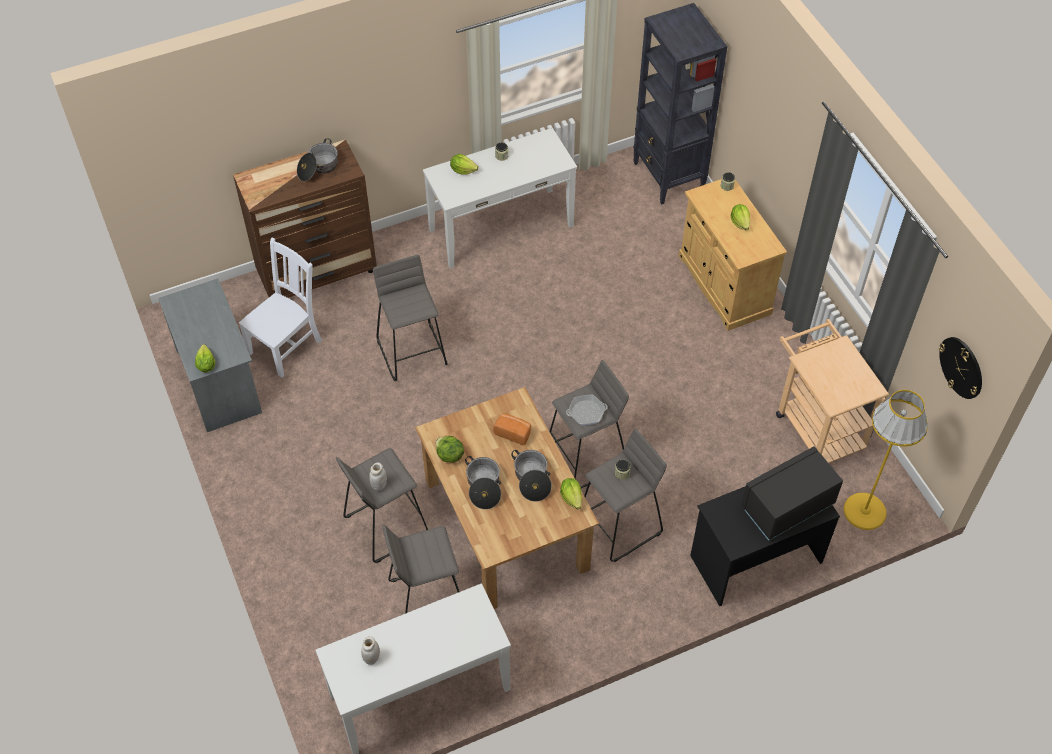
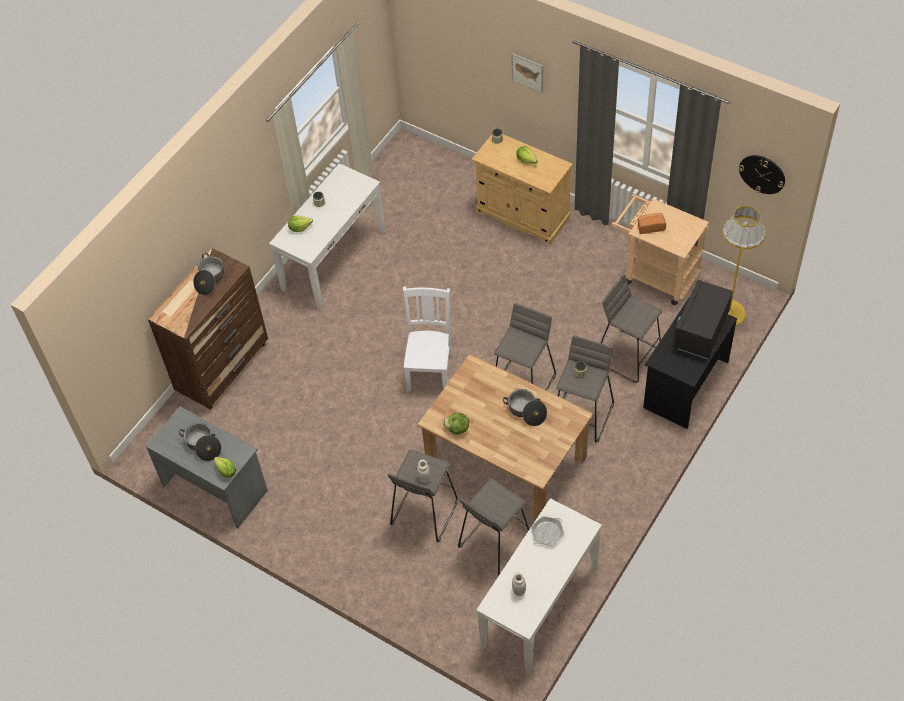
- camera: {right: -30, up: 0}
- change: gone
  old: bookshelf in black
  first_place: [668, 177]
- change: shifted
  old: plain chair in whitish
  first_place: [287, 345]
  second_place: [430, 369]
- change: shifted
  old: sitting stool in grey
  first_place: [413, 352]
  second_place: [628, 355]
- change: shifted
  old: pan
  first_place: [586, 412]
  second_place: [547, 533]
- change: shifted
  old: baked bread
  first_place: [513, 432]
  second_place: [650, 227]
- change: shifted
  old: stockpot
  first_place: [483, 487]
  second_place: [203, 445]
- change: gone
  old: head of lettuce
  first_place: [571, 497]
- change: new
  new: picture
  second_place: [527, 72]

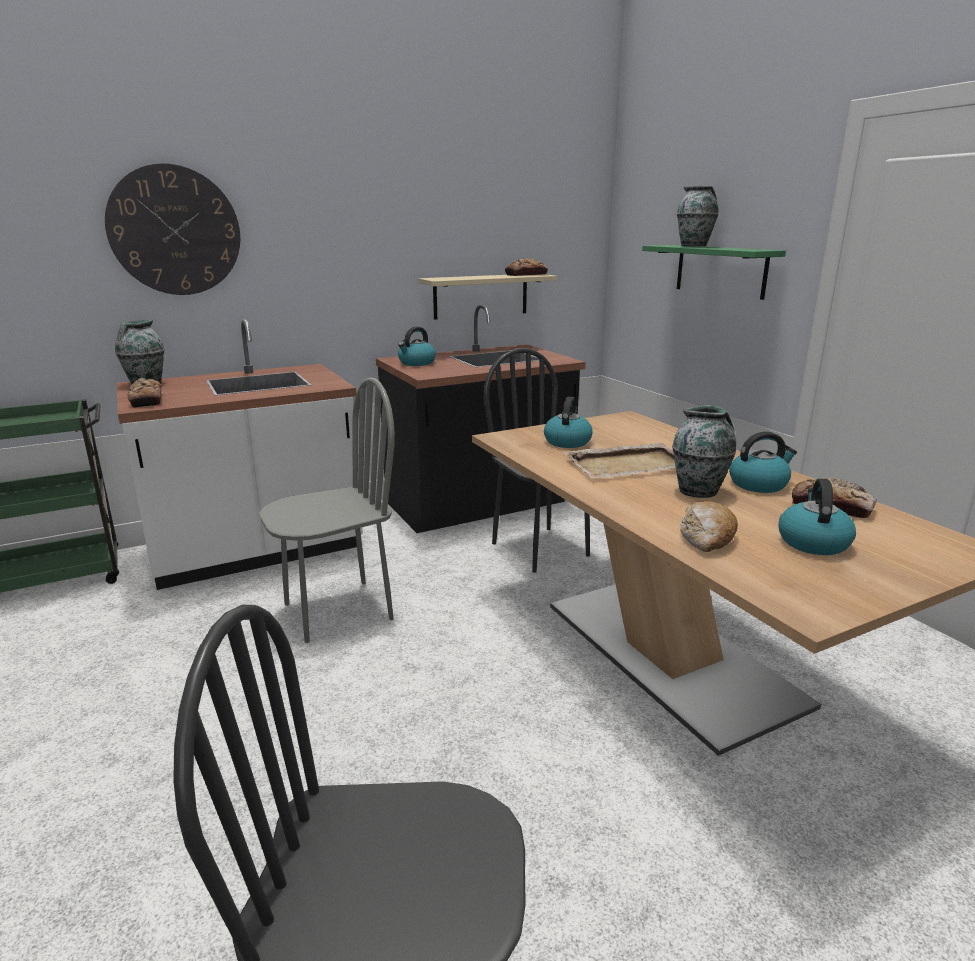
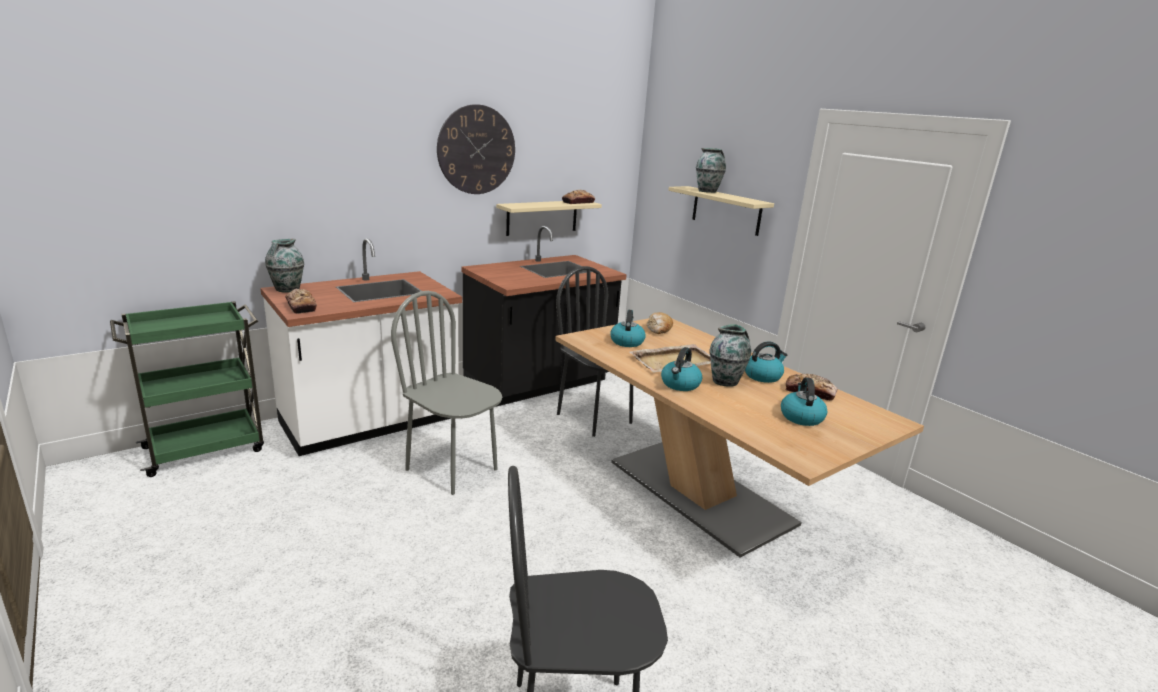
- camera: {right: -10, up: 0}
- change: shifted
  old: clock on the wall
  first_place: [175, 231]
  second_place: [476, 150]
- change: repainted
  old: wall shelf in green-coloured
  new: wall shelf in beige
  first_place: [720, 270]
  second_place: [726, 210]
- change: shifted
  old: tea kettle
  first_place: [416, 363]
  second_place: [680, 385]
- change: rotated
  old: plain chair in grey
  first_place: [338, 611]
  second_place: [452, 469]
  degrees: -105
- change: shifted
  old: baked bread
  first_place: [707, 537]
  second_place: [659, 329]

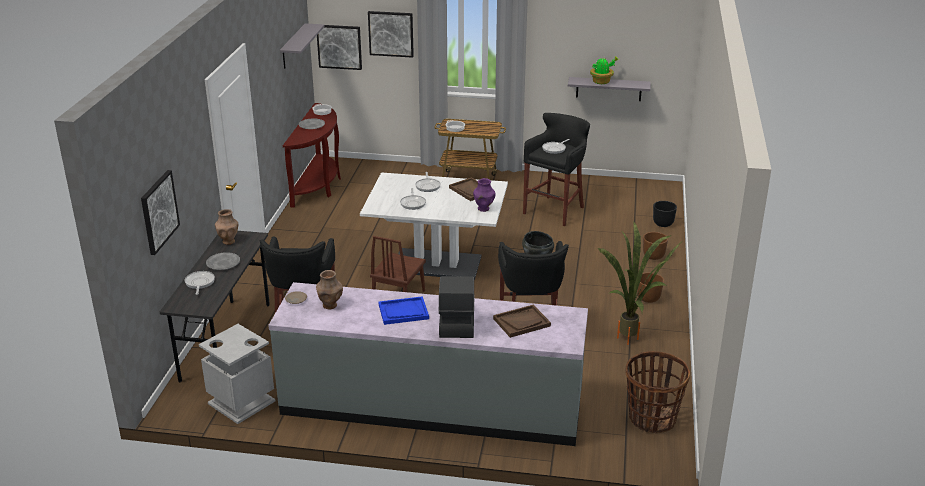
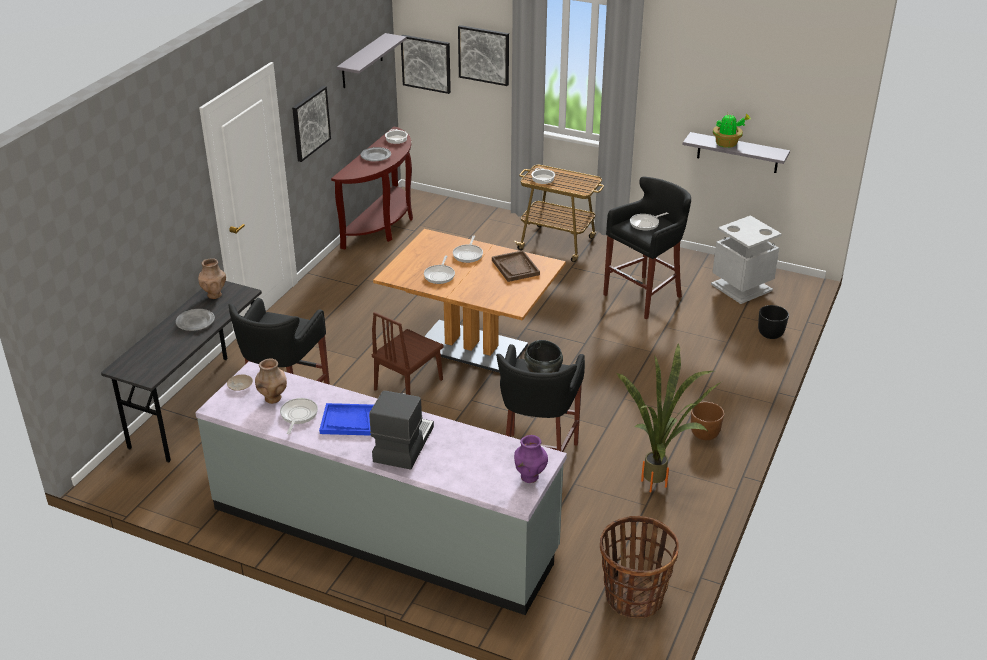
- camera: {right: 15, up: 5}
- change: shifted
  old: picture
  first_place: [159, 211]
  second_place: [310, 123]
- change: repainted
  old: kitchen table in whitish
  new: kitchen table in brownish
  first_place: [436, 264]
  second_place: [471, 347]
- change: shifted
  old: decorative vase in purple
  first_place: [483, 209]
  second_place: [529, 477]
- change: gone
  old: planter in brownish
  first_place: [653, 256]
- change: shifted
  old: pan
  first_place: [199, 283]
  second_place: [298, 415]
- change: gone
  old: tray in brownish
  first_place: [521, 322]
- change: shifted
  old: waste bin in grey
  first_place: [242, 402]
  second_place: [742, 287]

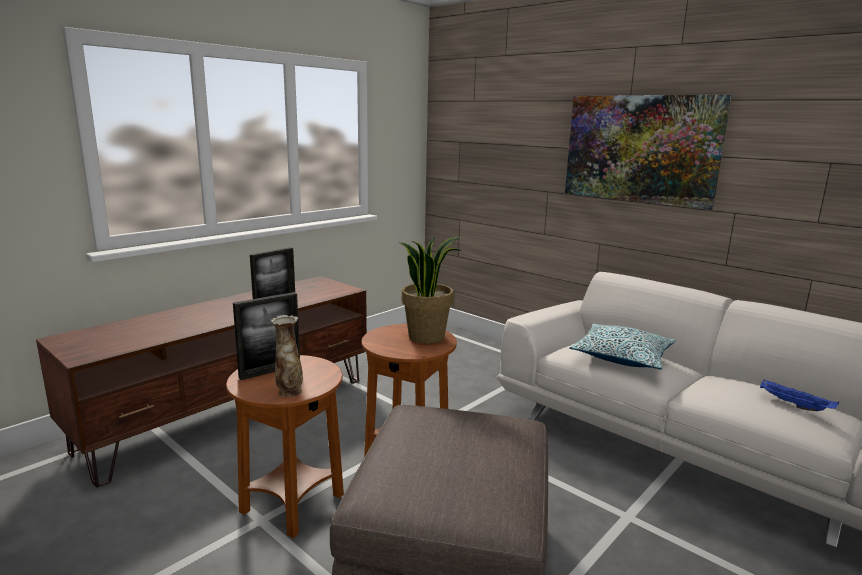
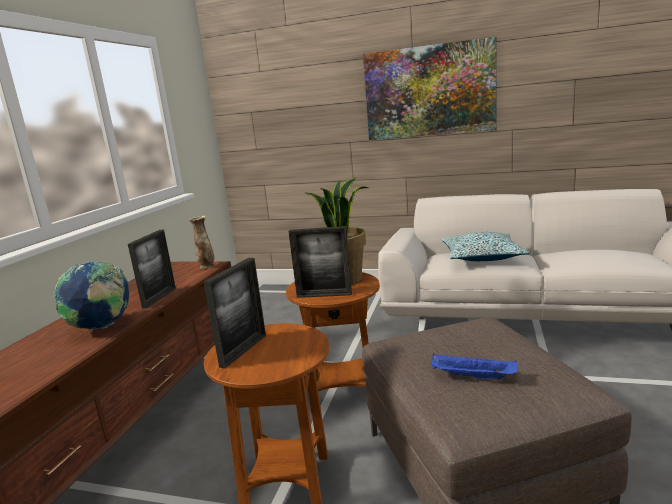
- camera: {right: -25, up: 0}
- change: shifted
  old: decorative vase
  first_place: [289, 392]
  second_place: [206, 266]
- change: shifted
  old: tray in bluish
  first_place: [793, 405]
  second_place: [471, 378]
- change: new
  new: picture frame
  second_place: [324, 295]
- change: new
  new: desk globe
  second_place: [102, 327]

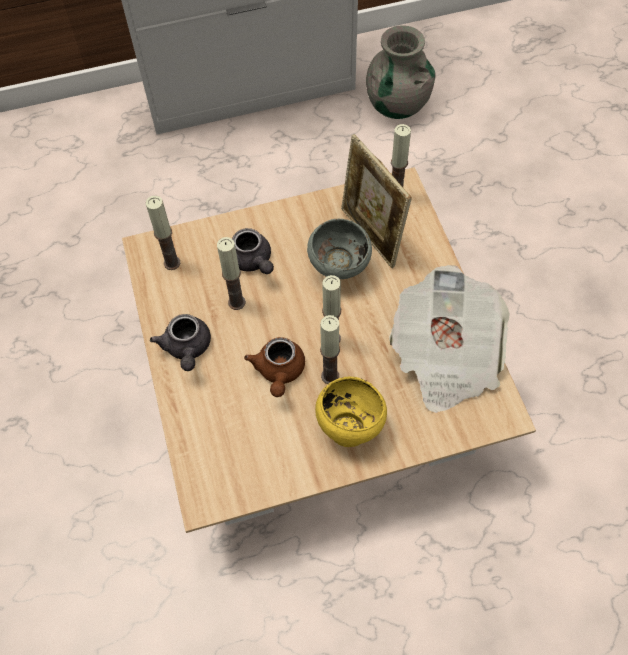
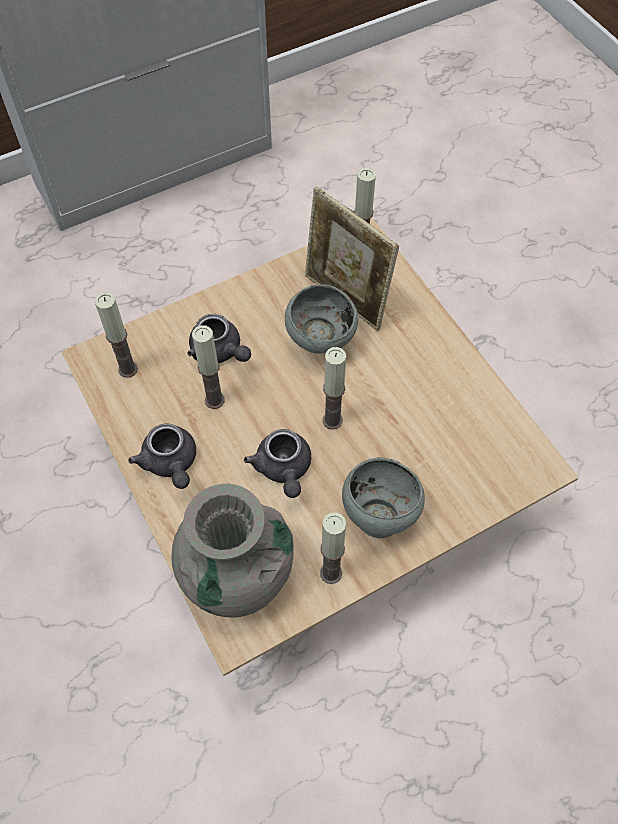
- camera: {right: -15, up: 0}
- change: shifted
  old: decorative vase in grey
  first_place: [397, 105]
  second_place: [236, 575]
- change: gone
  old: printed paper
  first_place: [445, 357]
- change: shifted
  old: wax candle
  first_place: [330, 376]
  second_place: [331, 573]
- change: repainted
  old: teapot in brownish
  new: teapot in grey
  first_place: [279, 372]
  second_place: [283, 469]
- change: repainted
  old: deep dish in yellowish
  new: deep dish in grey
  first_place: [348, 428]
  second_place: [377, 516]

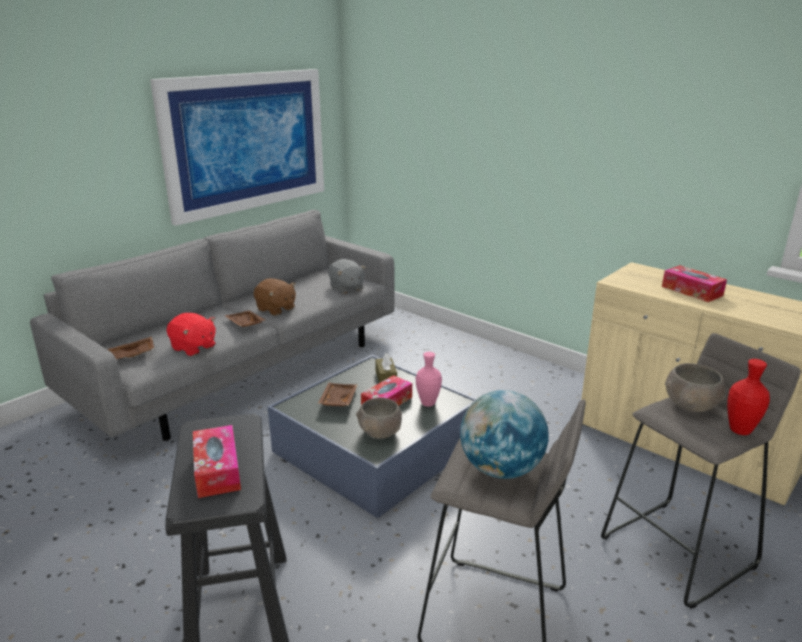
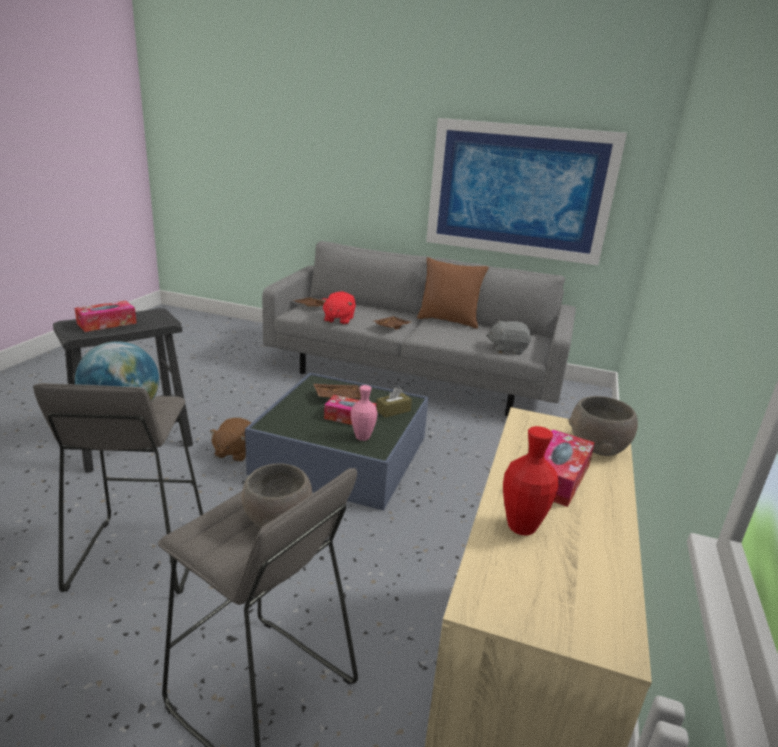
- camera: {right: 65, up: 0}
- change: rotated
  old: plush toy in grey
  first_place: [346, 288]
  second_place: [507, 349]
  degrees: 60
- change: shifted
  old: plush toy in brownish
  first_place: [276, 309]
  second_place: [234, 452]
- change: shifted
  old: decorative vase in reddish
  first_place: [740, 430]
  second_place: [521, 527]
- change: shifted
  old: deep dish in grey
  first_place: [380, 432]
  second_place: [597, 446]
- change: new
  new: cushion in brownish
  second_place: [448, 321]

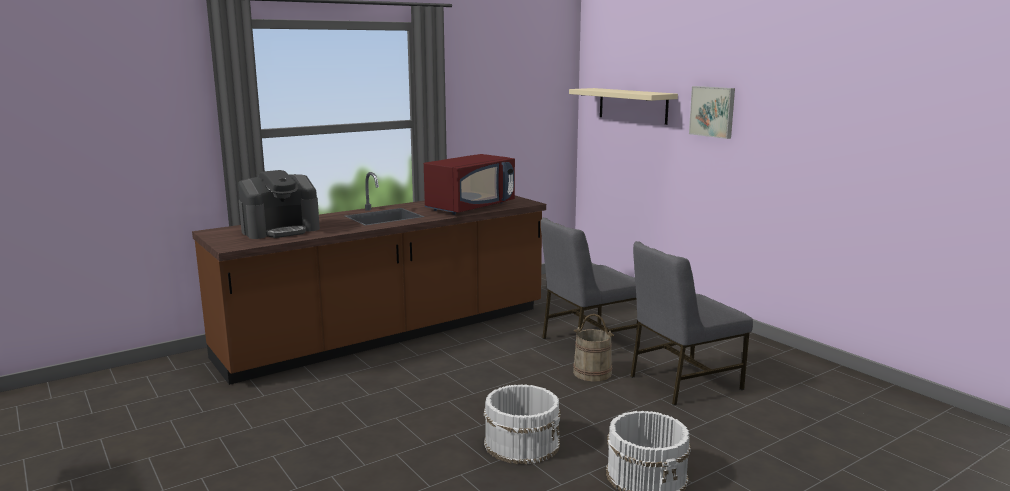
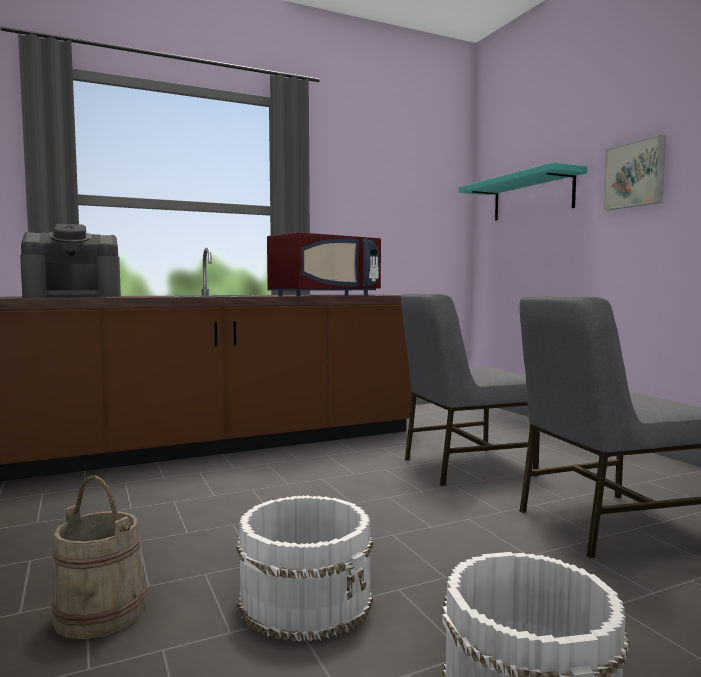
- camera: {right: 10, up: -10}
- change: repainted
  old: wall shelf in beige
  new: wall shelf in turquoise
  first_place: [632, 105]
  second_place: [532, 197]
- change: shifted
  old: bucket in beige
  first_place: [592, 373]
  second_place: [101, 612]

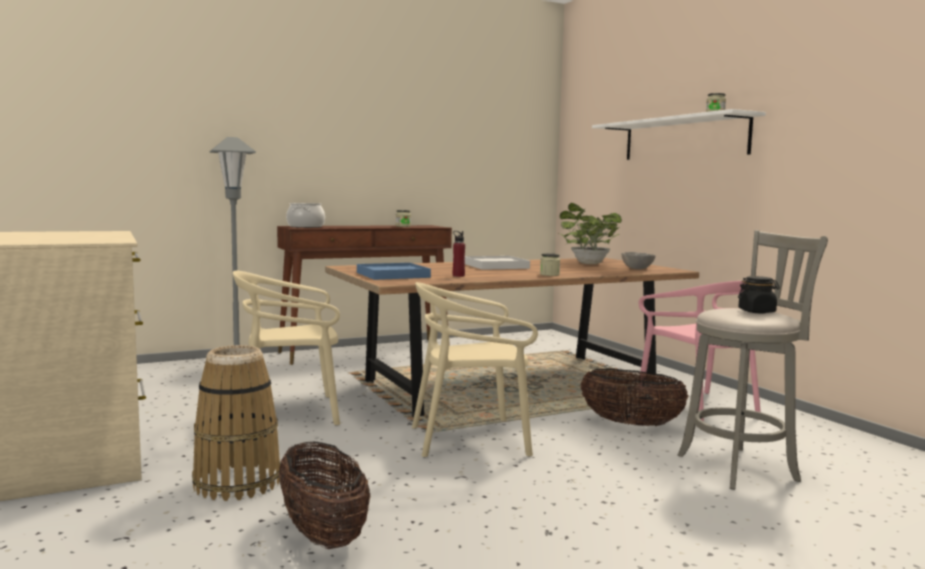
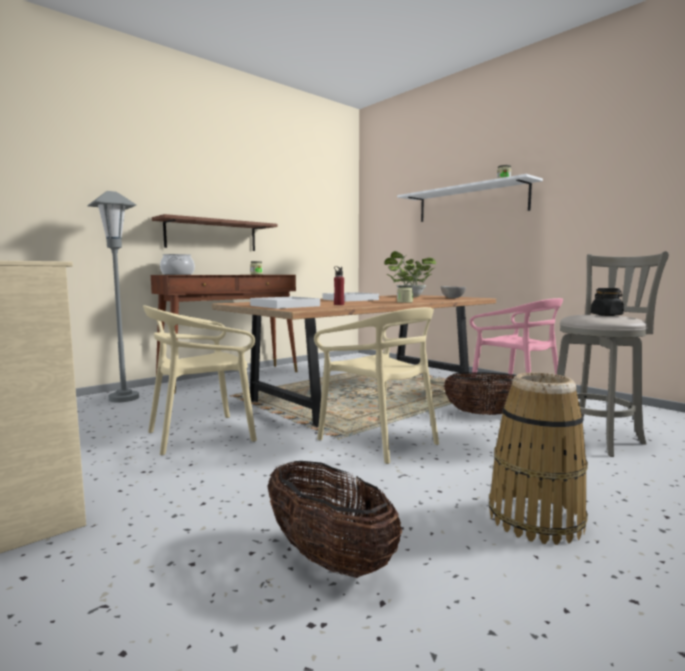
- camera: {right: -15, up: 0}
- change: repainted
  old: tray in bluish
  new: tray in whitish
  first_place: [393, 275]
  second_place: [285, 306]
- change: rotated
  old: plain chair in beige
  first_place: [470, 439]
  second_place: [379, 440]
  degrees: -105
- change: shifted
  old: basket
  first_place: [237, 482]
  second_place: [534, 518]
- change: new
  new: wall shelf in brownish
  second_place: [211, 235]

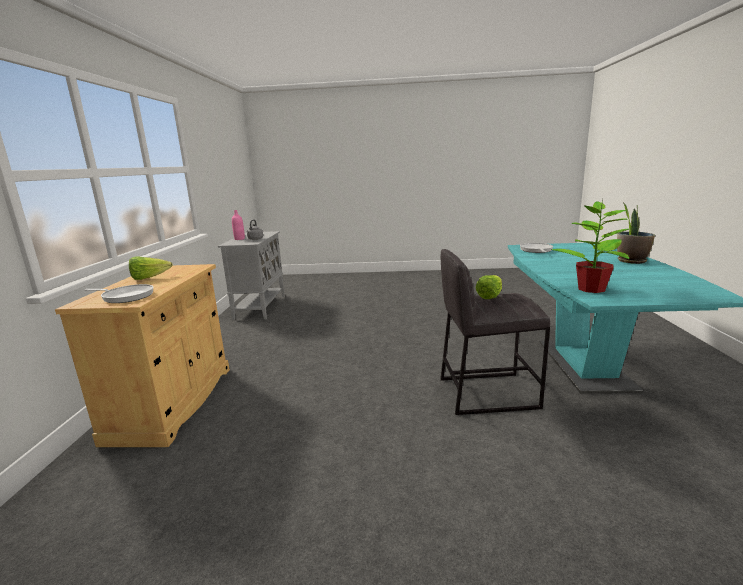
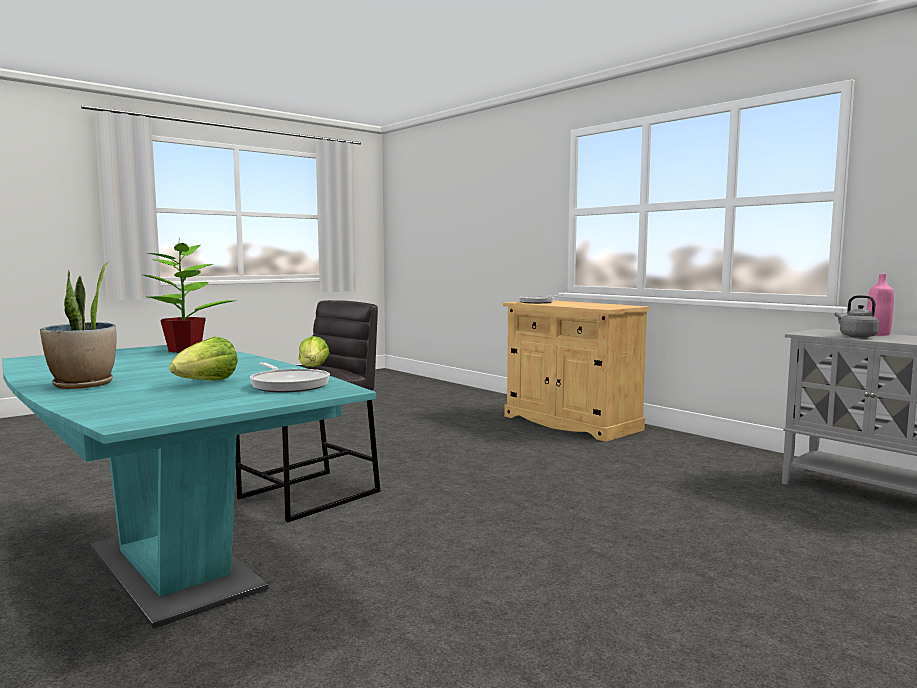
- camera: {right: 135, up: -10}
- change: shifted
  old: head of lettuce
  first_place: [149, 278]
  second_place: [205, 383]

